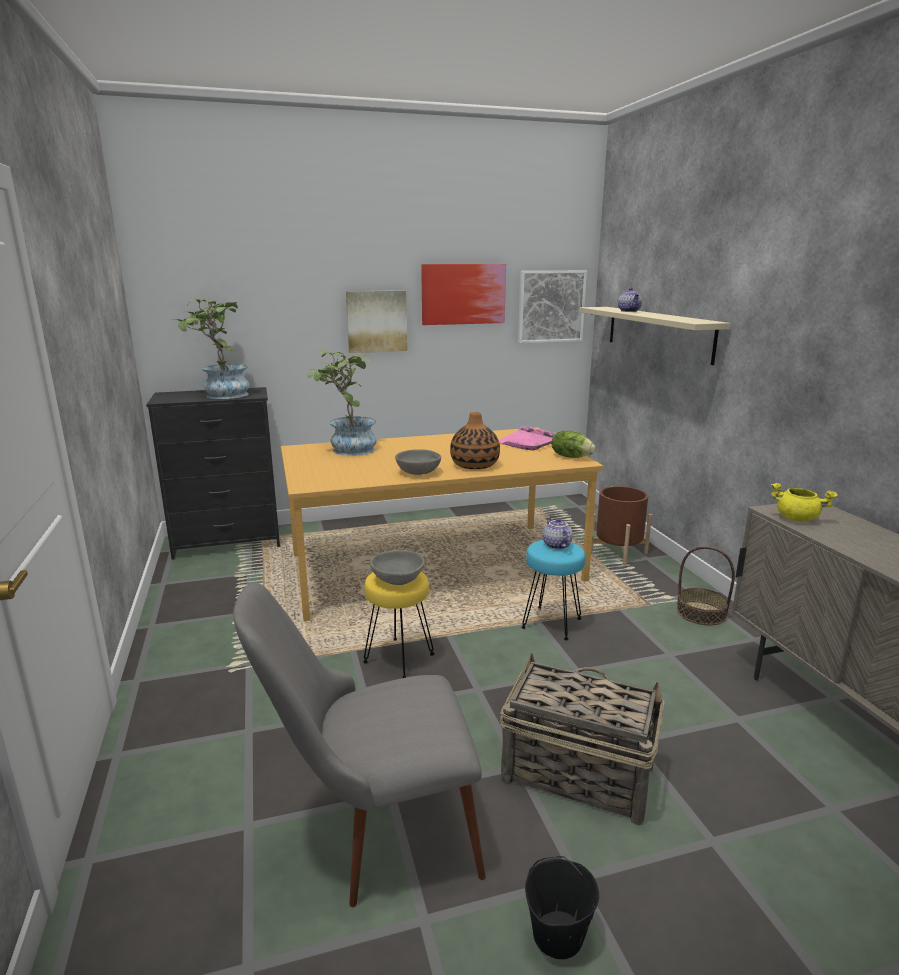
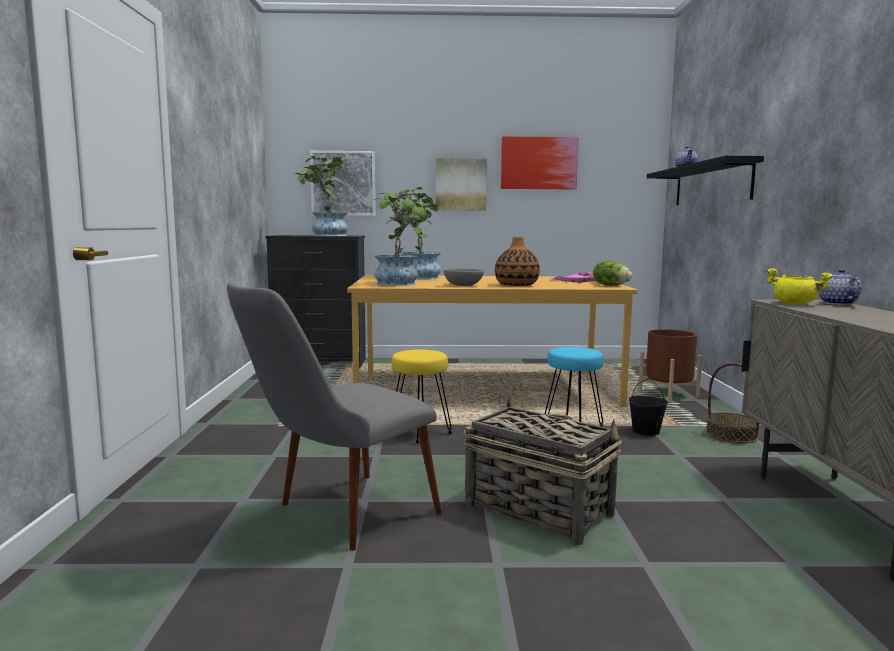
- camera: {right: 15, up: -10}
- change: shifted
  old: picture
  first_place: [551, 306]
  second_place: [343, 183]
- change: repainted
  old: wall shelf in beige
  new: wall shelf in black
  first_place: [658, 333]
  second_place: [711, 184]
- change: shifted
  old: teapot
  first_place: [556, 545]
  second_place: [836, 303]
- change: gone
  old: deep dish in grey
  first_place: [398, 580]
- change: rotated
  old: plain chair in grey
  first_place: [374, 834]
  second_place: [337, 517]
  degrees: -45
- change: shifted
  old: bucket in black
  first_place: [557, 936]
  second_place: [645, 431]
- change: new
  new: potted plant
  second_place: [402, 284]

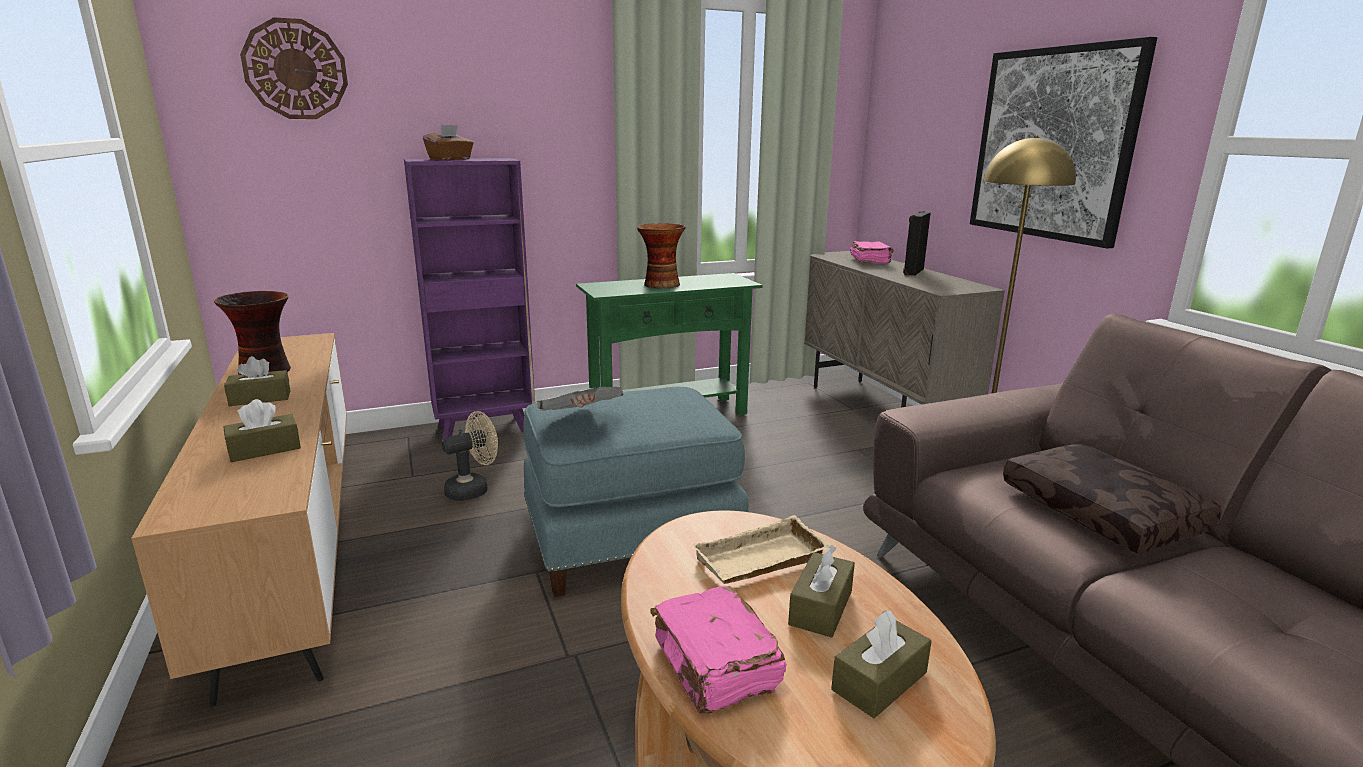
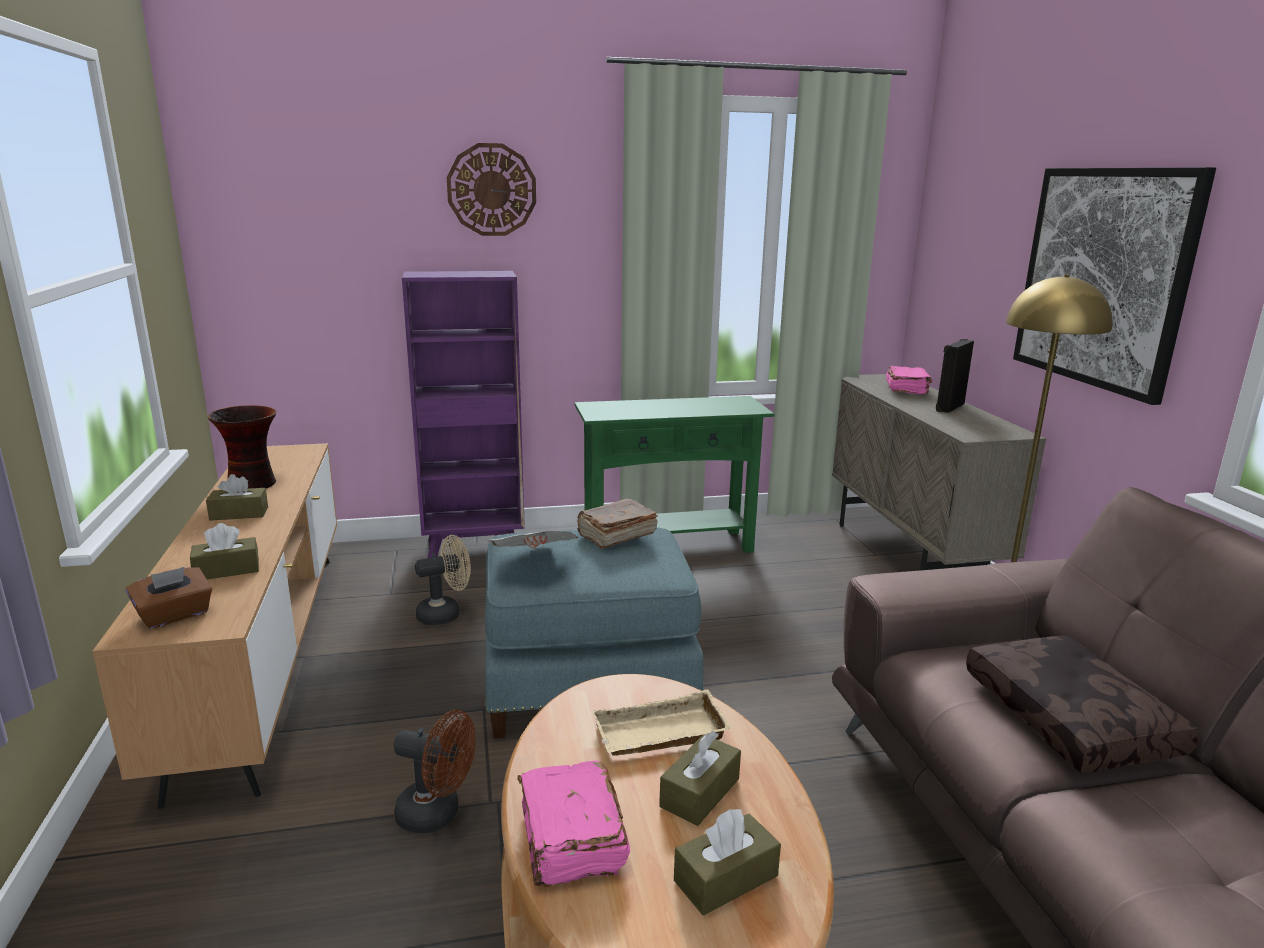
- camera: {right: 10, up: 0}
- change: shifted
  old: clock on the wall
  first_place: [295, 69]
  second_place: [491, 190]
- change: shifted
  old: tissue box in brownish
  first_place: [450, 159]
  second_place: [175, 615]
- change: gone
  old: decorative vase
  first_place: [660, 284]
- change: new
  new: bound book in brownish
  second_place: [615, 535]
- change: new
  new: electric fan in brownish
  second_place: [437, 814]

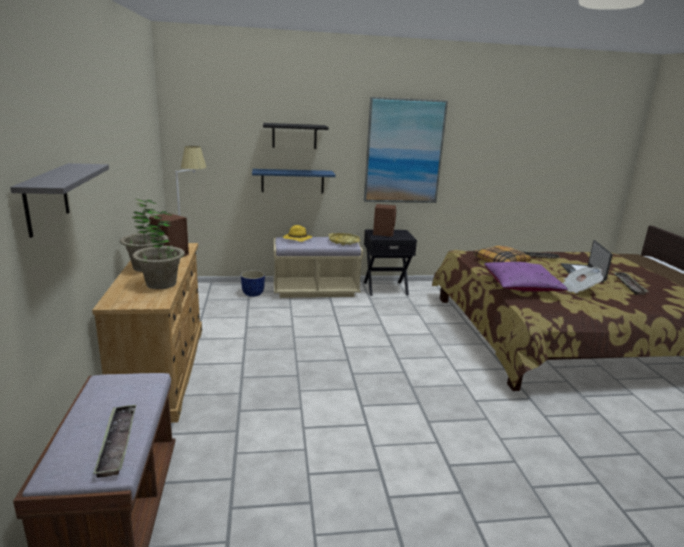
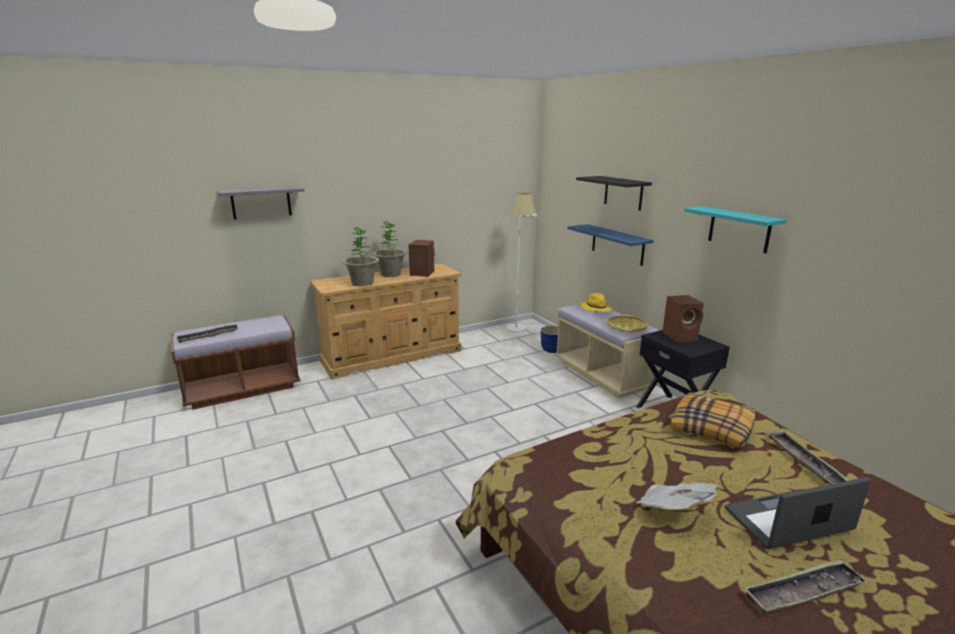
- camera: {right: 70, up: 0}
- change: swapped
  old: picture
  new: wall shelf in turquoise
  first_place: [404, 151]
  second_place: [739, 229]
- change: gone
  old: cushion in purple
  first_place: [521, 287]

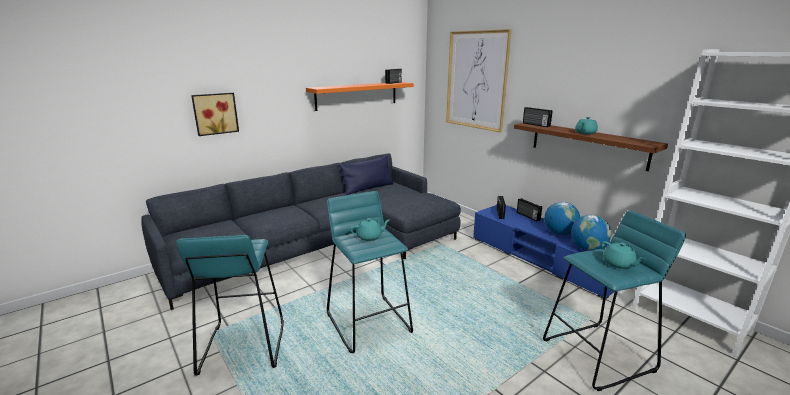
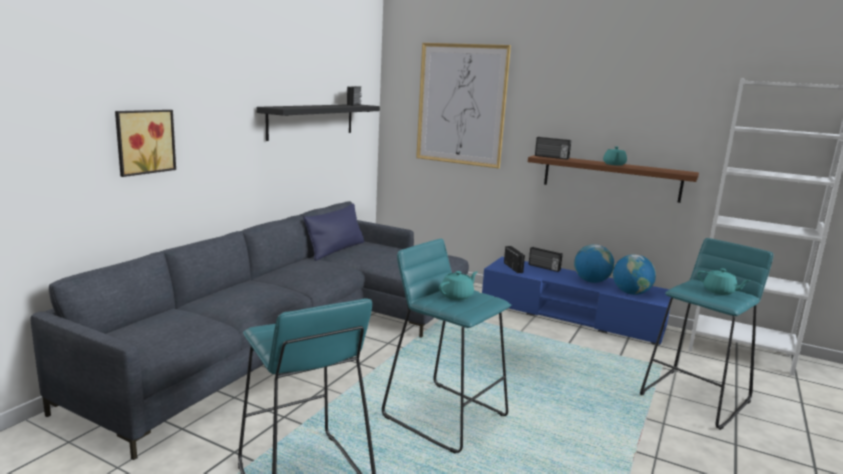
- camera: {right: -25, up: -5}
- change: repainted
  old: wall shelf in orange
  new: wall shelf in black
  first_place: [357, 95]
  second_place: [312, 120]

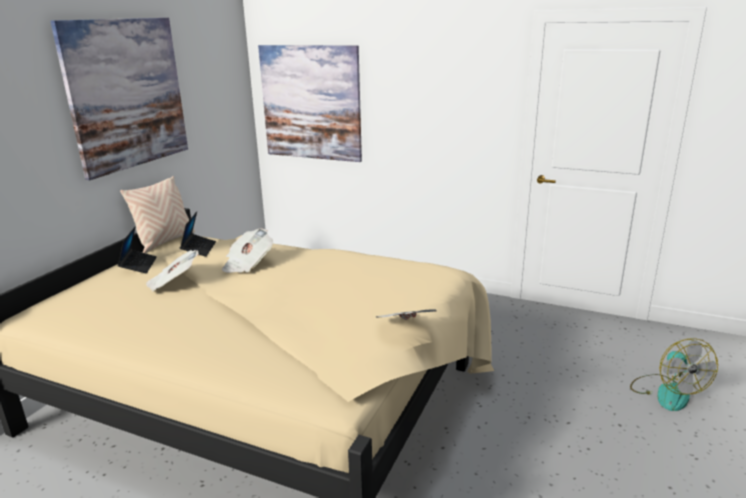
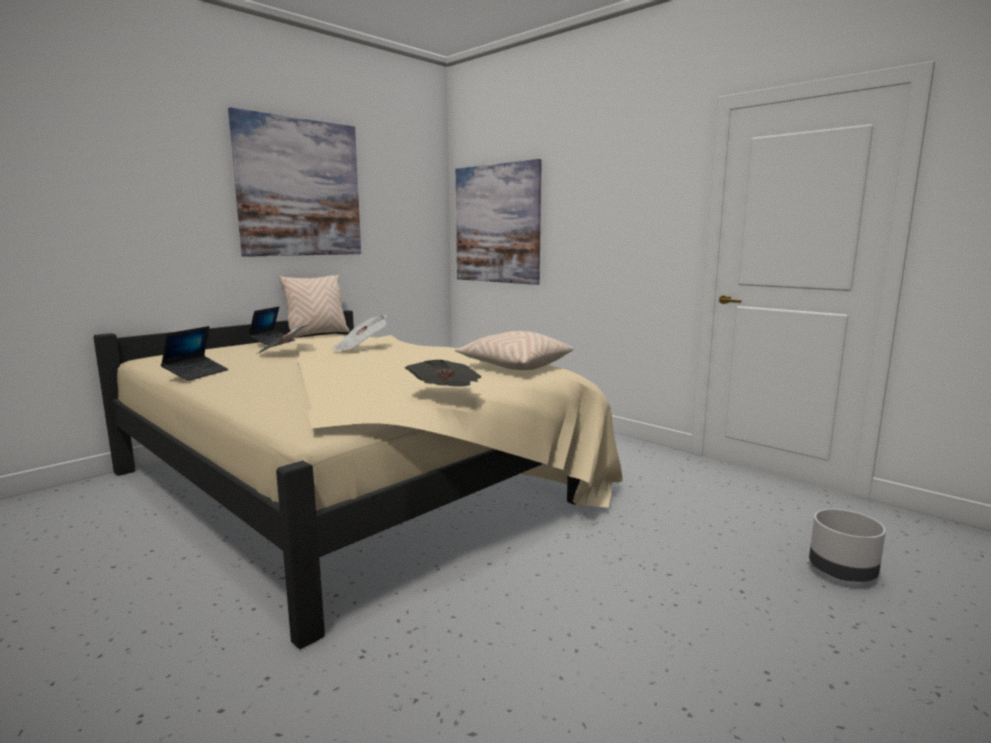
- camera: {right: 20, up: -10}
- change: shifted
  old: notebook computer
  first_place: [199, 249]
  second_place: [196, 374]
- change: swapped
  old: electric fan
  new: planter in grey
  first_place: [666, 392]
  second_place: [842, 573]
- change: new
  new: cushion in beige
  second_place: [514, 366]

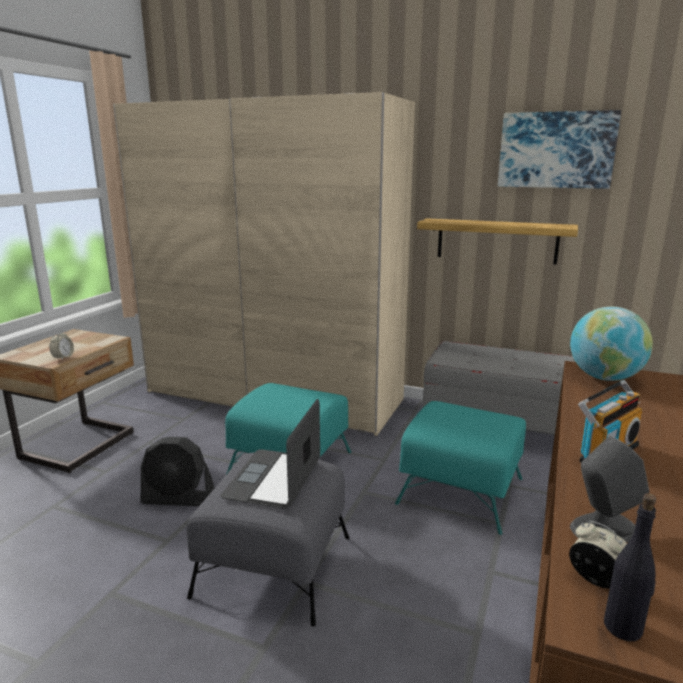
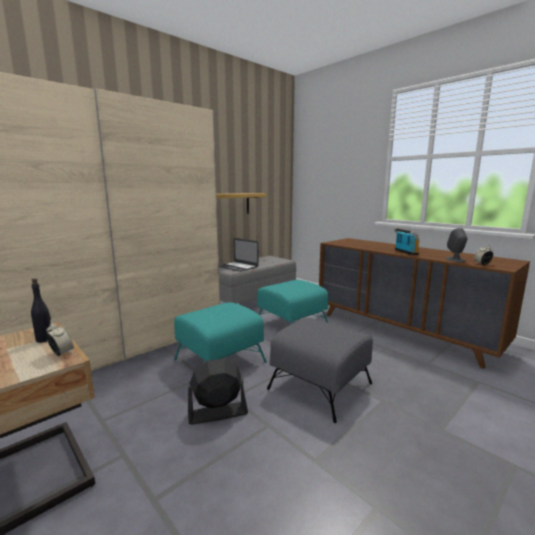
- camera: {right: -65, up: -5}
- change: gone
  old: picture
  first_place: [556, 150]
- change: gone
  old: desk globe
  first_place: [604, 378]
- change: shifted
  old: notebook computer
  first_place: [274, 478]
  second_place: [237, 267]
- change: rotated
  old: electric fan in black
  first_place: [179, 498]
  second_place: [217, 413]
  degrees: -135
- change: shifted
  old: bottle in black
  first_place: [623, 627]
  second_place: [45, 339]

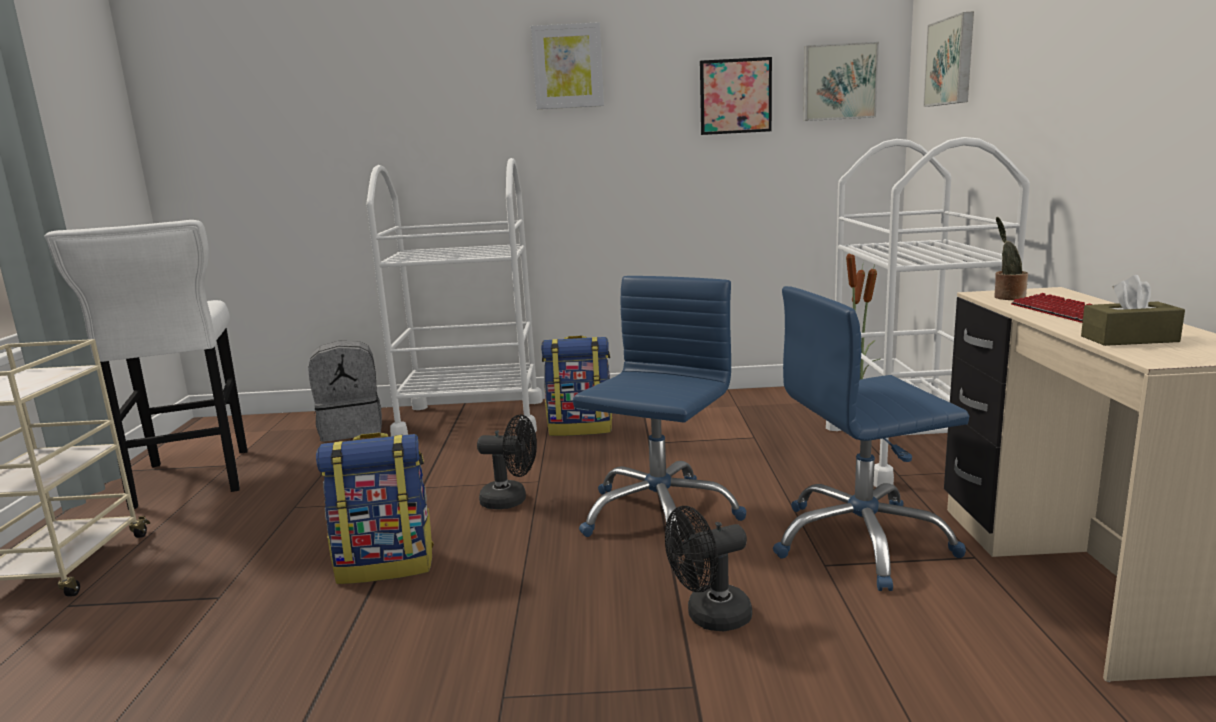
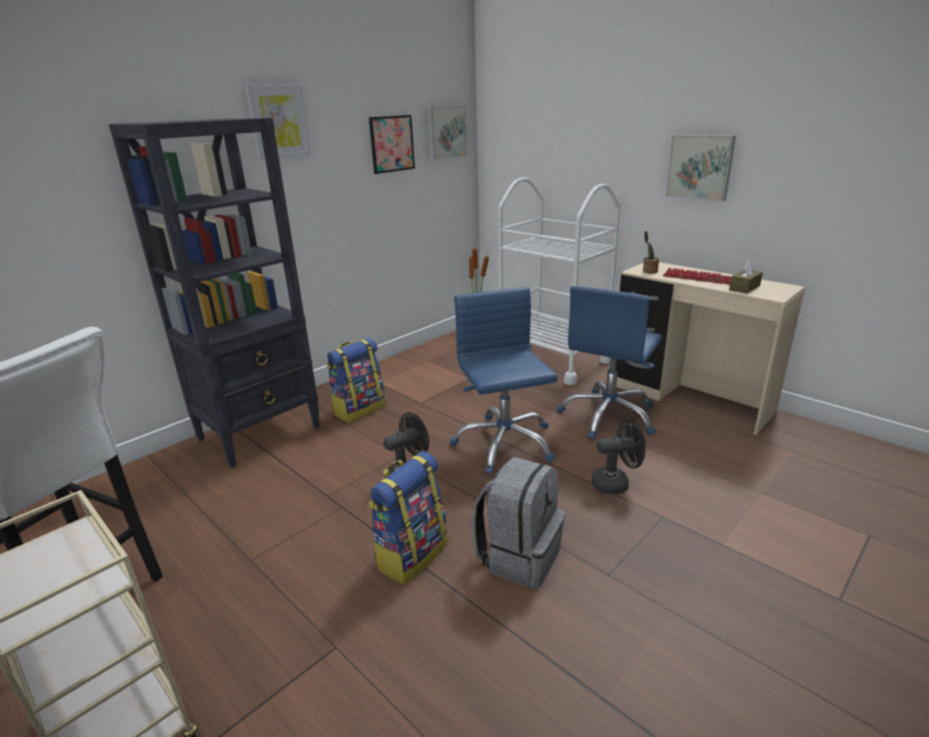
- camera: {right: -45, up: 10}
- change: shifted
  old: picture
  first_place: [952, 61]
  second_place: [700, 167]
- change: swapped
  old: trolley in whitish
  new: bookshelf in black
  first_place: [471, 419]
  second_place: [261, 433]
- change: shifted
  old: rucksack in grey
  first_place: [352, 429]
  second_place: [519, 556]
- change: rotated
  old: electric fan in black
  first_place: [709, 617]
  second_place: [616, 483]
  degrees: -120

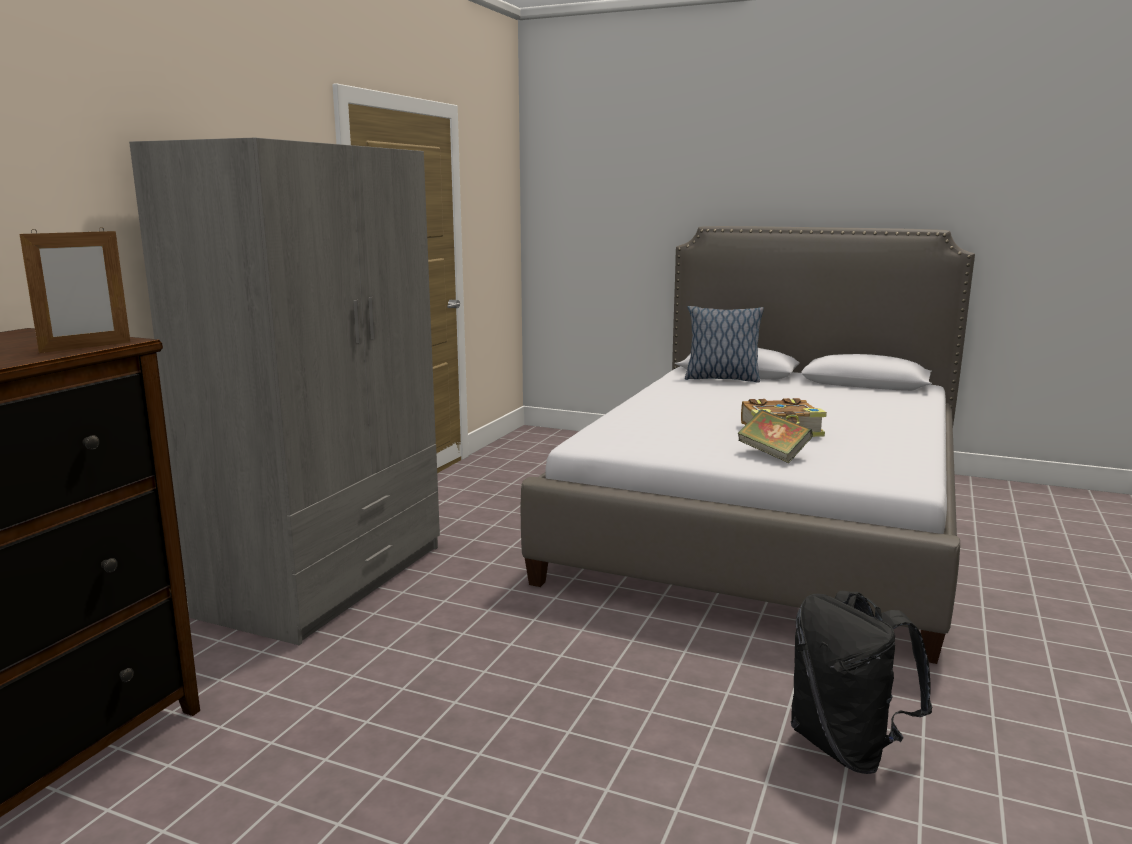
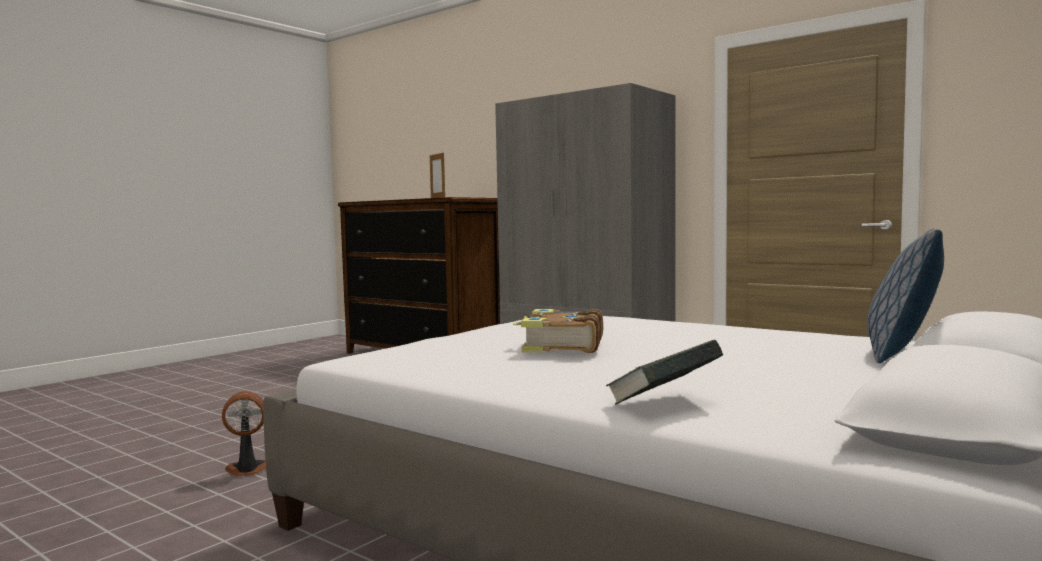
- camera: {right: 105, up: -10}
- change: shifted
  old: bound book
  first_place: [773, 454]
  second_place: [663, 403]
- change: swapped
  old: rucksack in black
  new: electric fan
  first_place: [847, 747]
  second_place: [247, 470]

